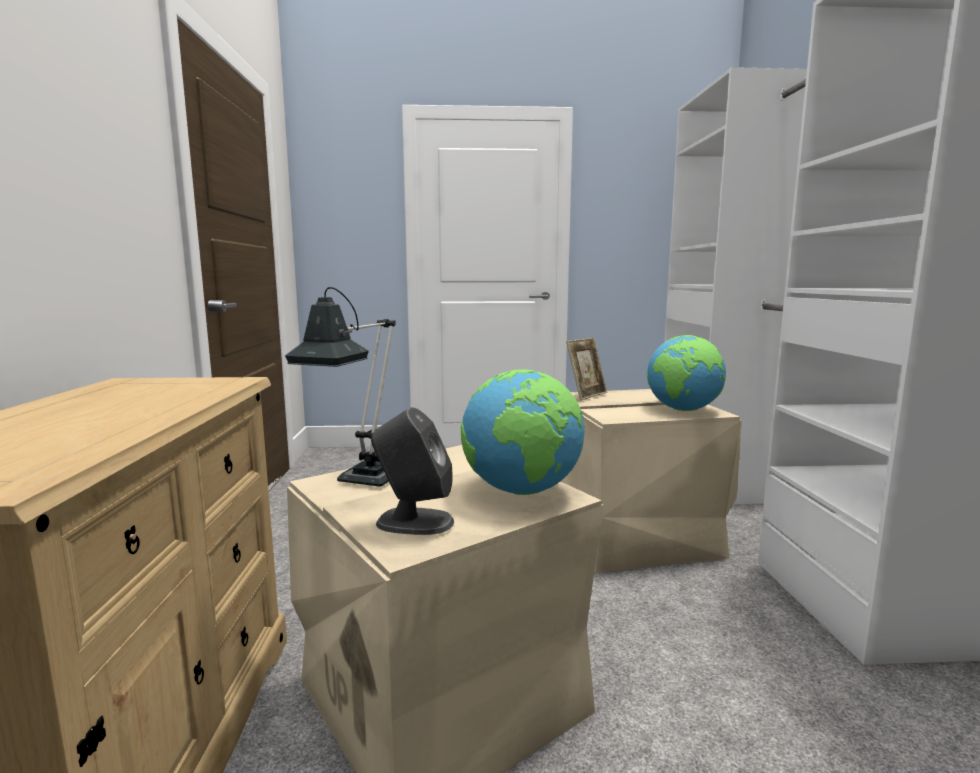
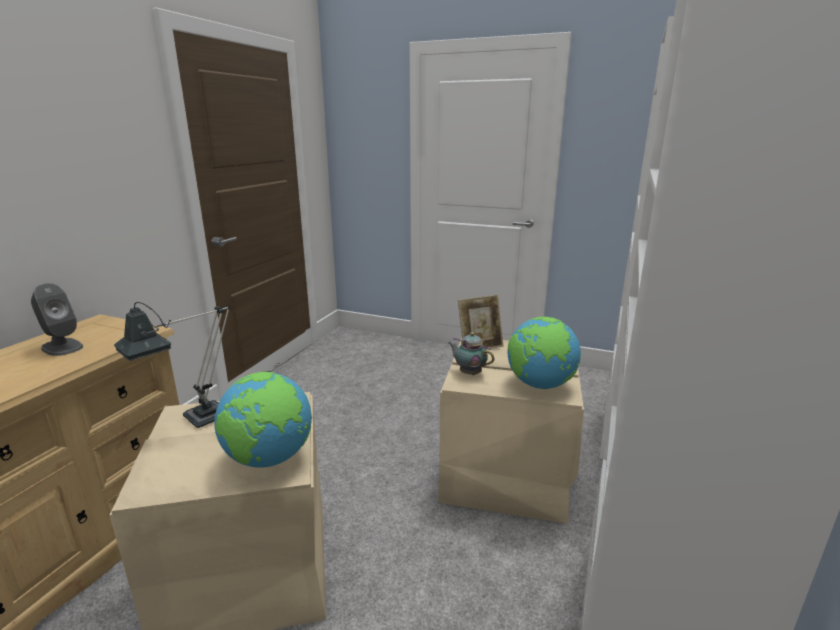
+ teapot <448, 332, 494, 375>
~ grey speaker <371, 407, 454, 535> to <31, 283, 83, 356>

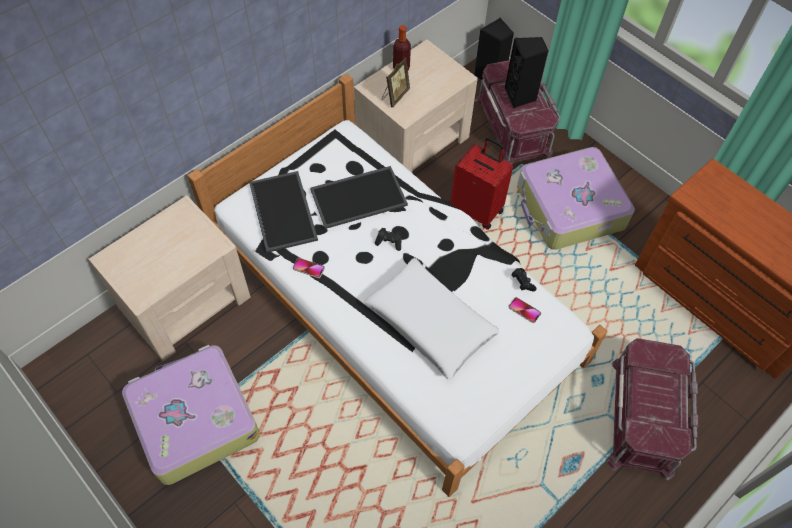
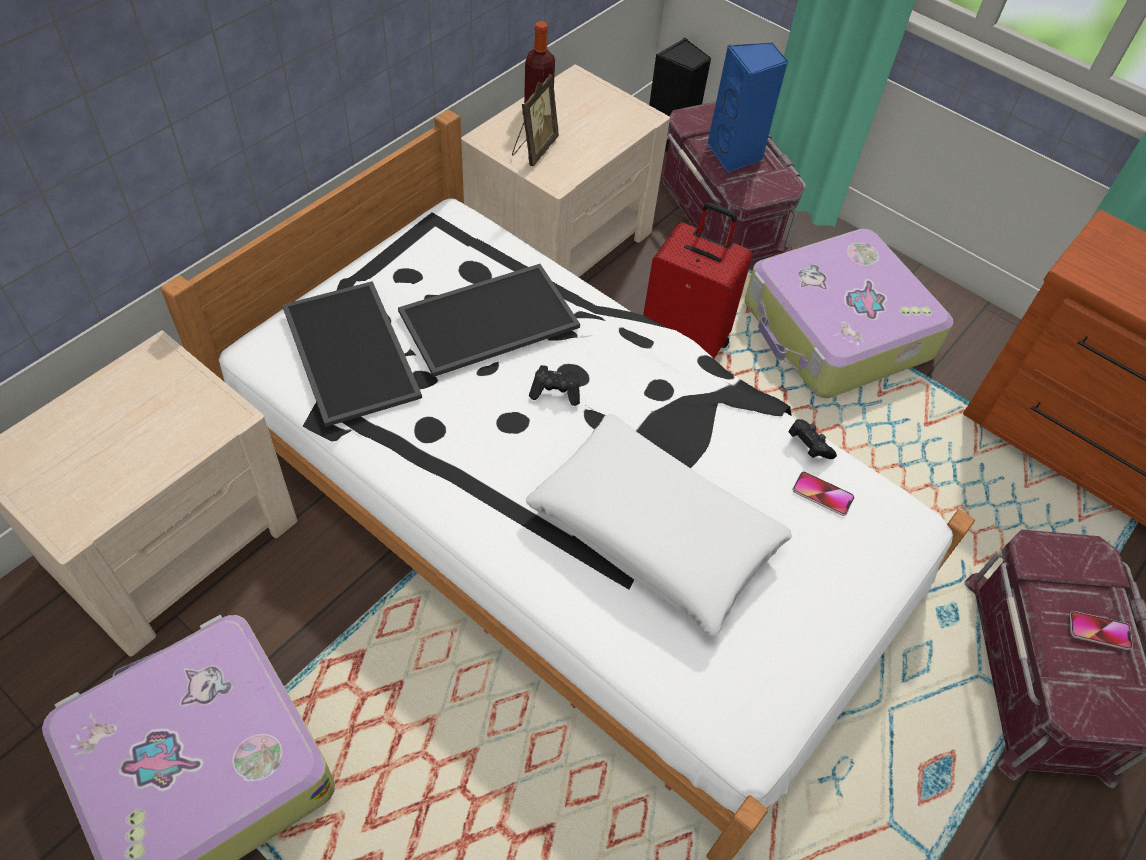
~ phone <293, 258, 325, 278> to <1069, 611, 1133, 650>
~ black speaker <505, 37, 548, 108> to blue speaker <707, 43, 788, 173>

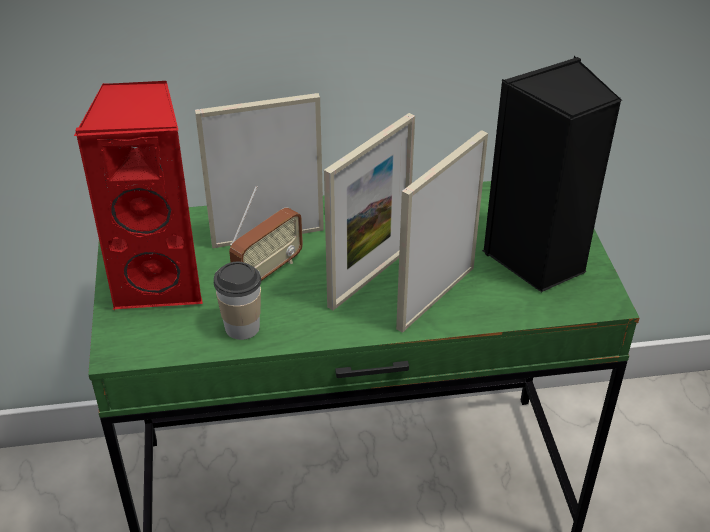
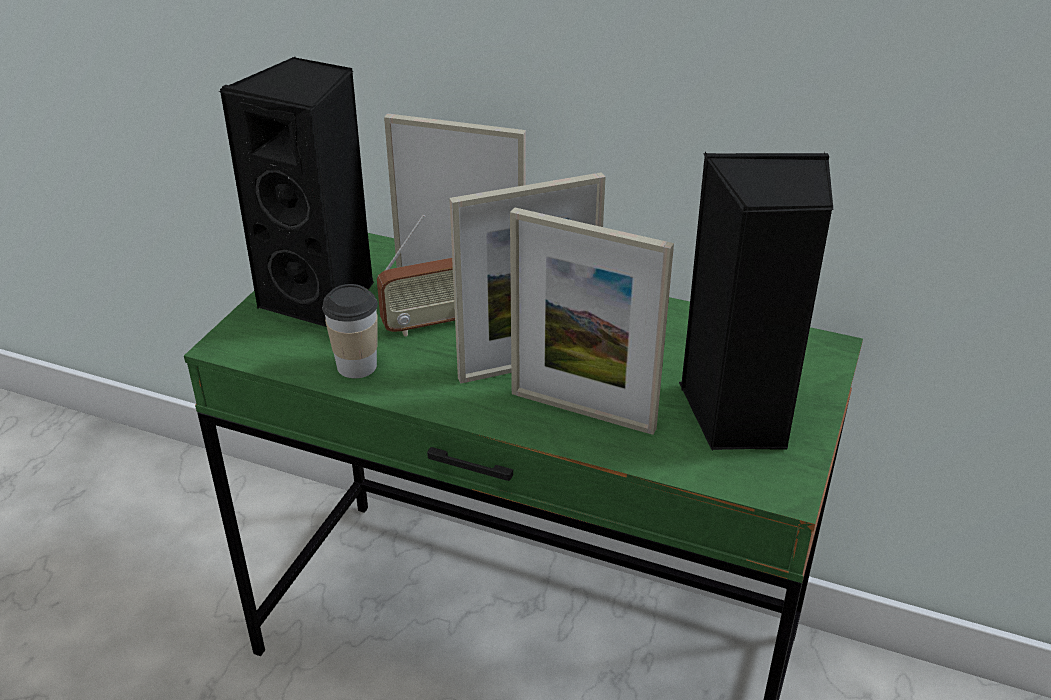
~ red speaker <74, 81, 203, 310> to black speaker <219, 56, 374, 327>
~ picture frame <396, 130, 488, 333> = <510, 207, 674, 435> 135 degrees counterclockwise

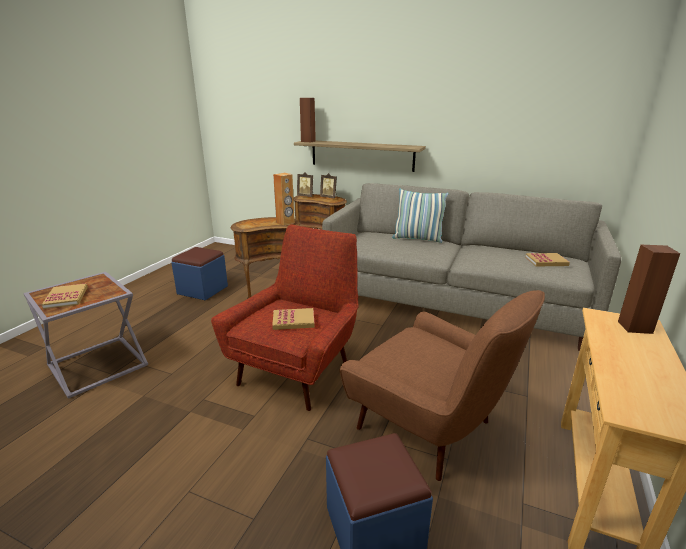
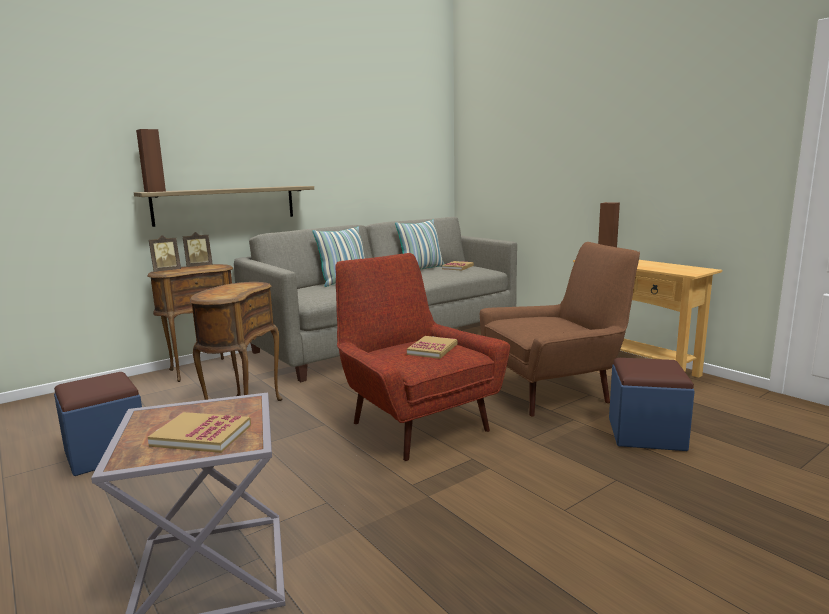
- brown speaker <273, 173, 295, 226>
+ pillow <395, 220, 444, 269>

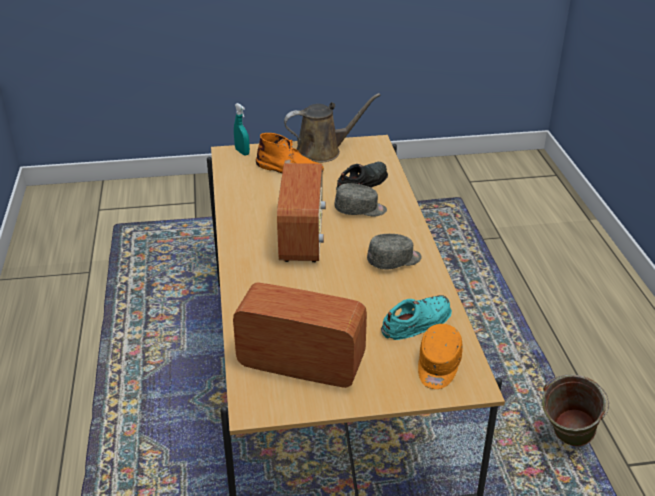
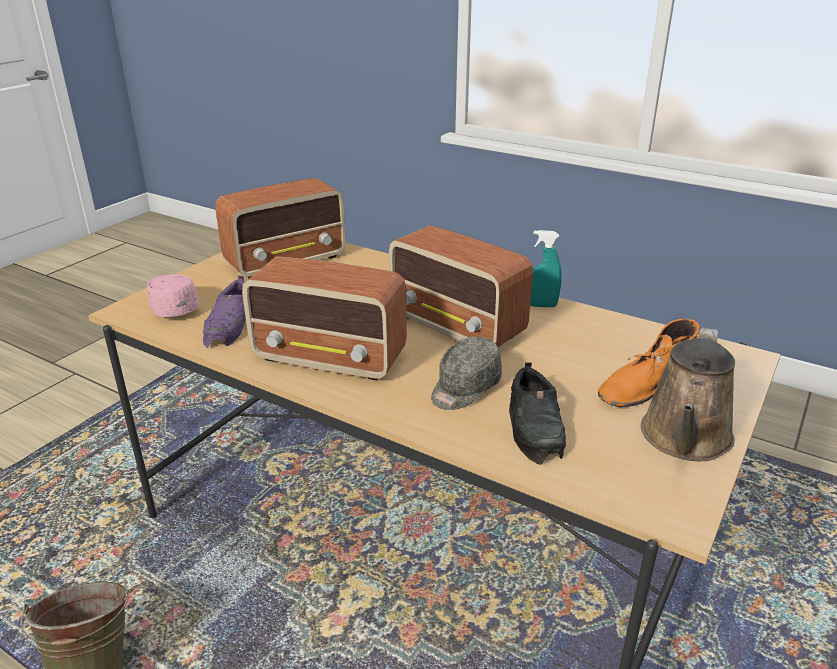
~ turquoise spray bottle <234, 103, 250, 156> to <530, 230, 562, 307>
~ grey cap <367, 234, 422, 269> to radio <242, 256, 407, 381>
~ turquoise shoe <381, 295, 452, 340> to purple shoe <203, 275, 246, 348>
~ orange cap <418, 324, 463, 389> to pink cap <147, 274, 199, 317>

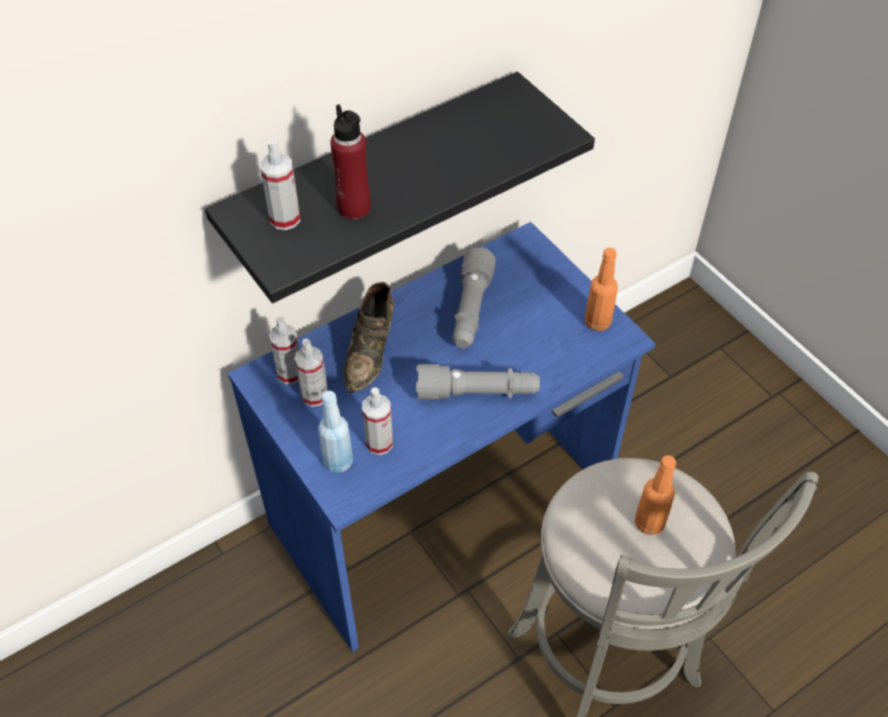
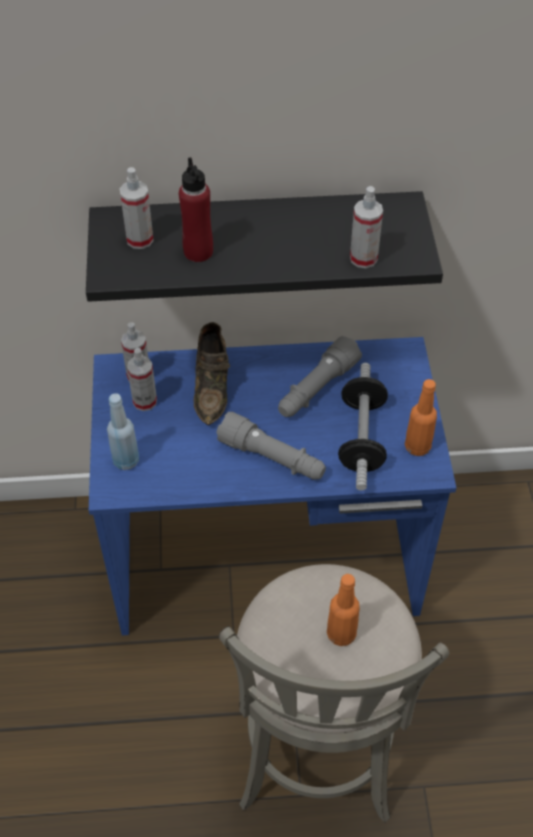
+ dumbbell <338, 363, 388, 490>
~ spray bottle <362, 387, 393, 455> to <350, 186, 383, 268>
~ brown shoe <343, 282, 394, 393> = <194, 322, 230, 425> 45 degrees counterclockwise

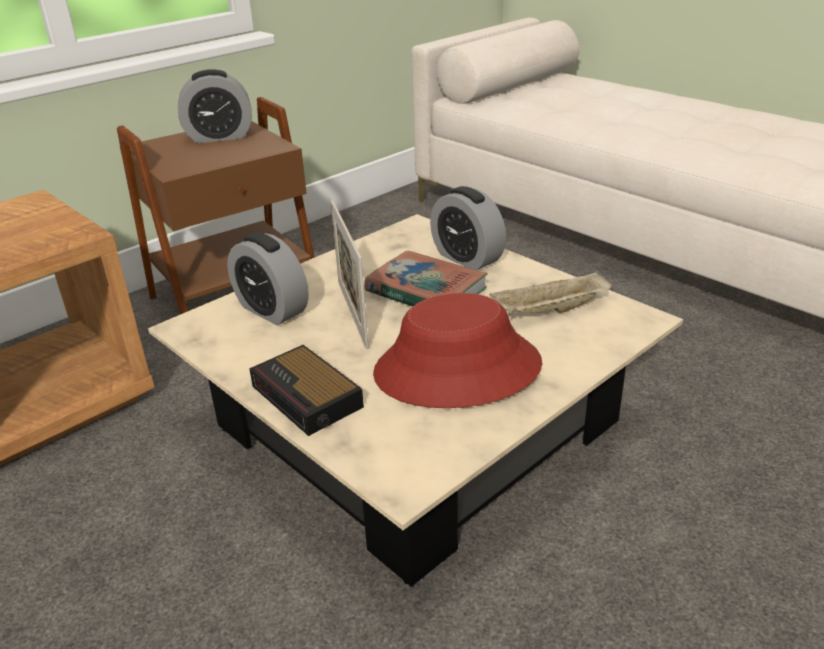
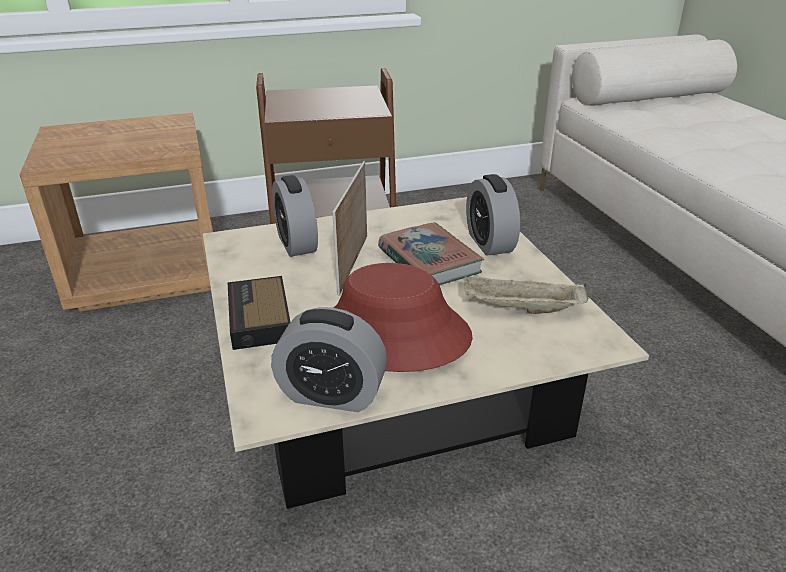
~ alarm clock <178, 69, 252, 143> to <271, 307, 387, 412>

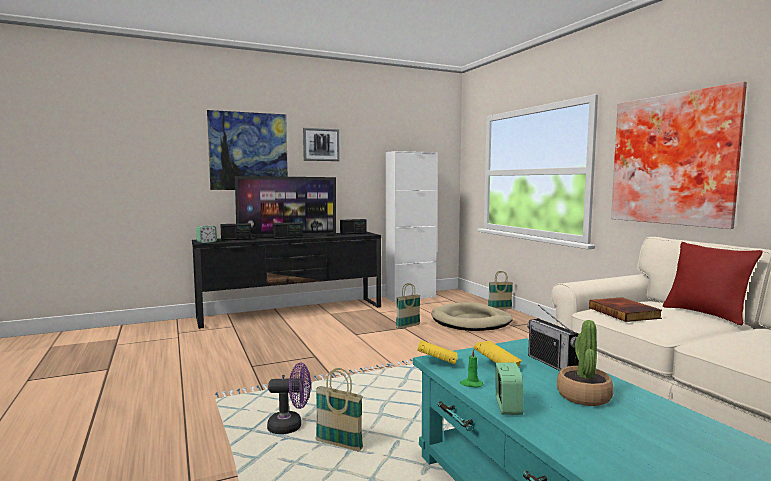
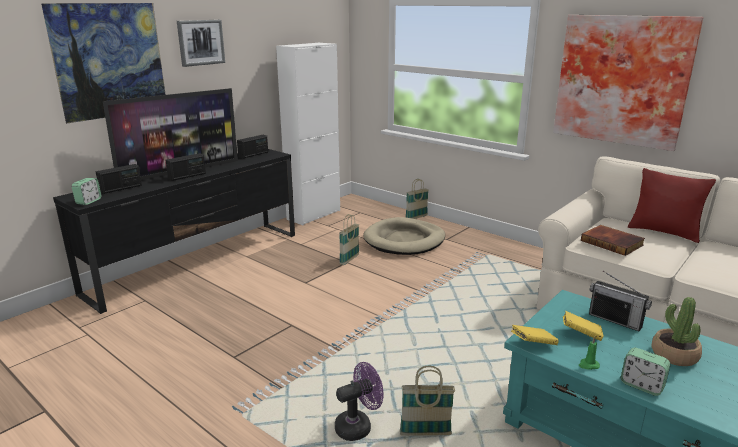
~ alarm clock <495, 363, 523, 415> = <621, 348, 671, 396> 150 degrees clockwise

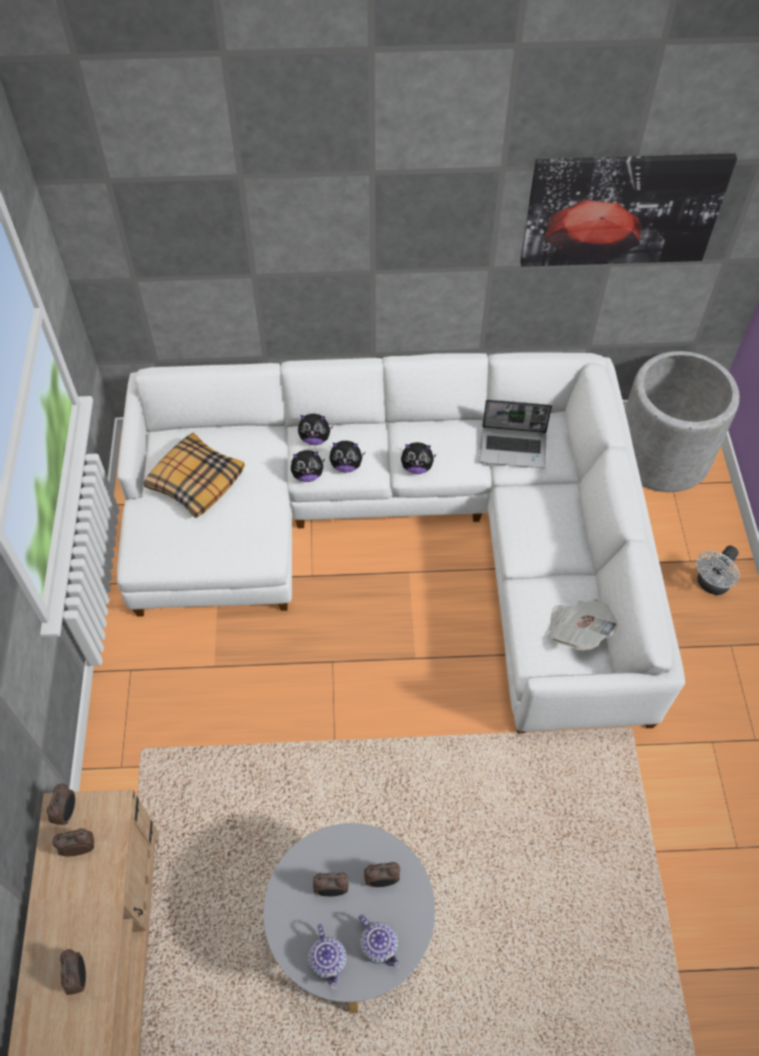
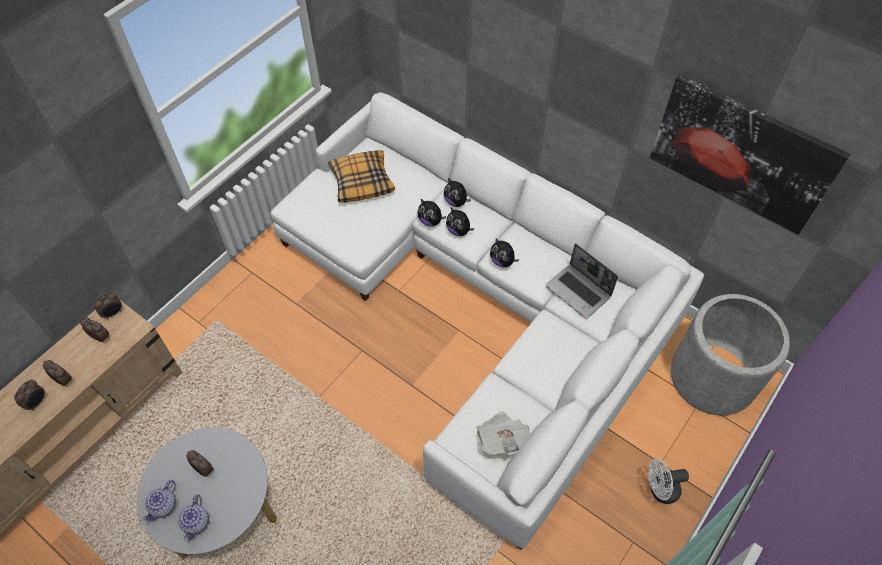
~ alarm clock <364, 862, 400, 887> to <43, 360, 72, 387>

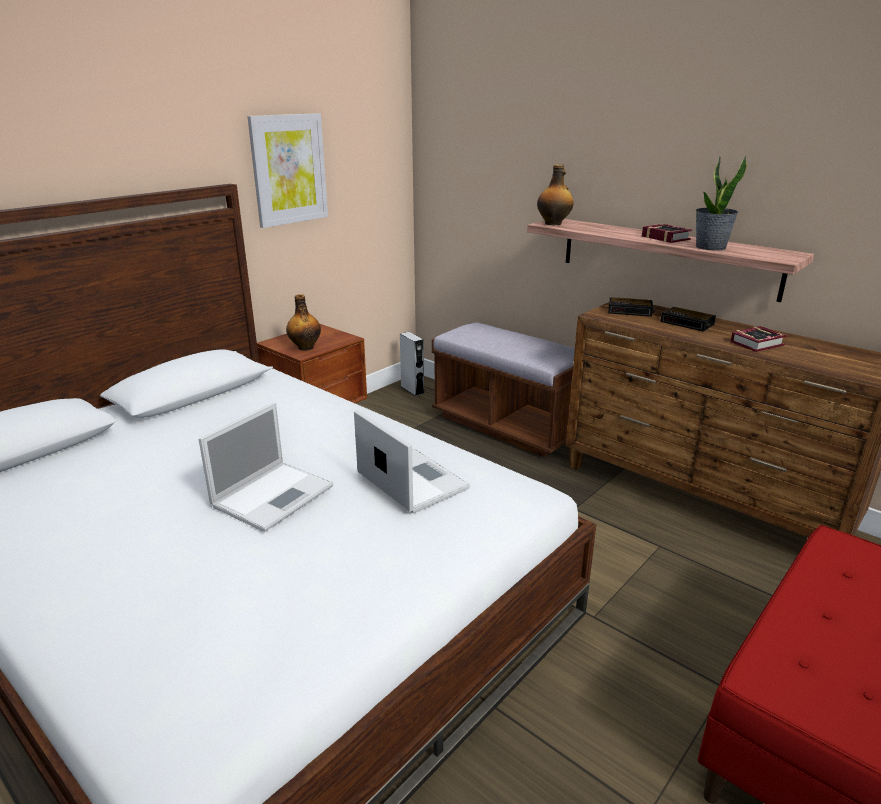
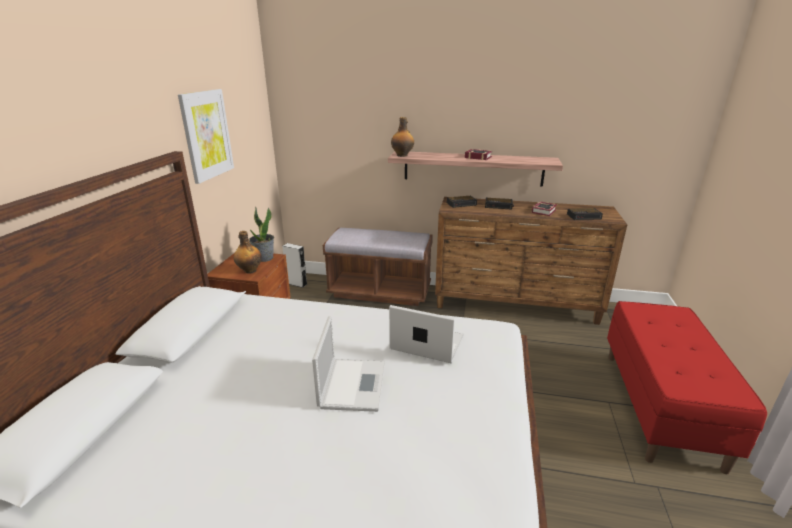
+ alarm clock <567, 208, 603, 220>
~ potted plant <696, 156, 747, 250> to <249, 207, 274, 262>

